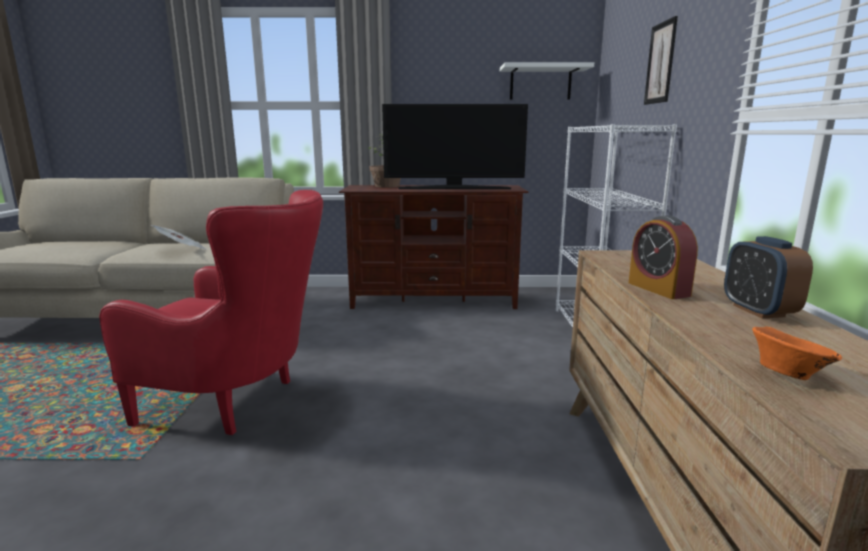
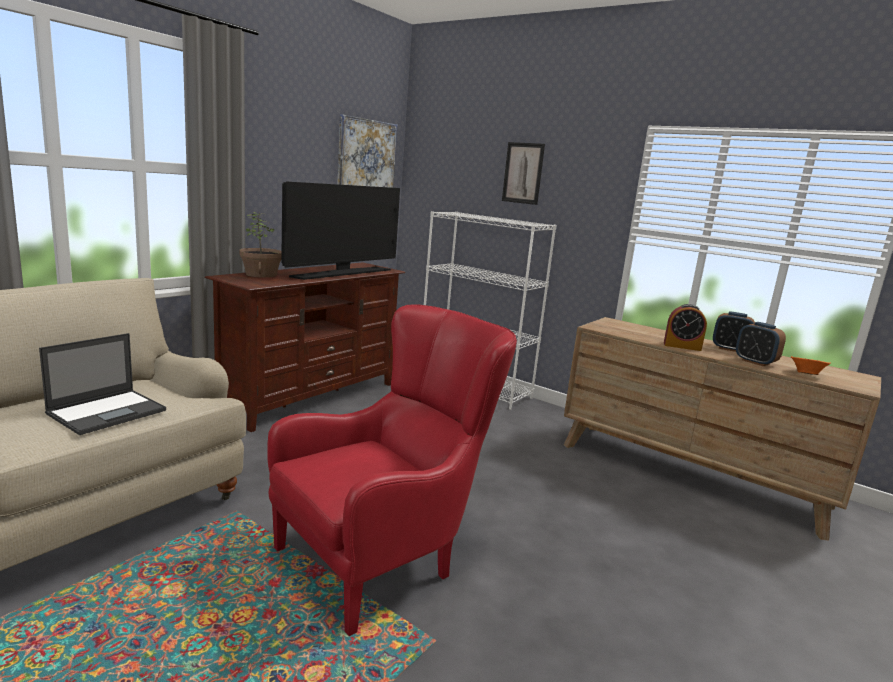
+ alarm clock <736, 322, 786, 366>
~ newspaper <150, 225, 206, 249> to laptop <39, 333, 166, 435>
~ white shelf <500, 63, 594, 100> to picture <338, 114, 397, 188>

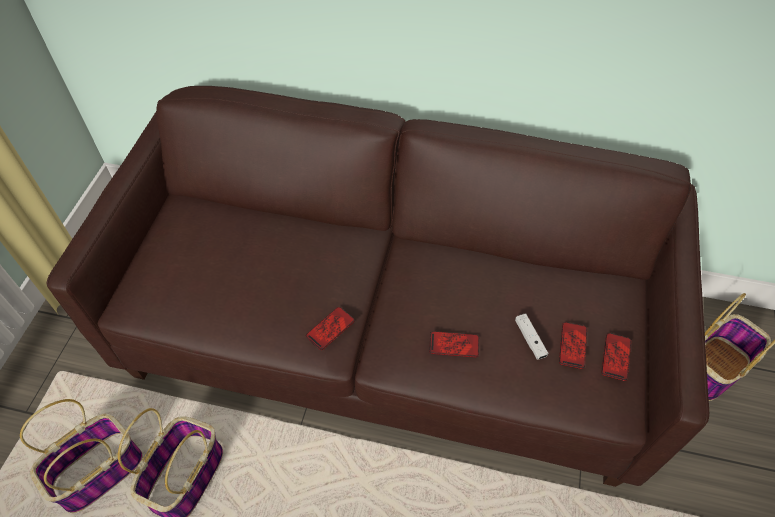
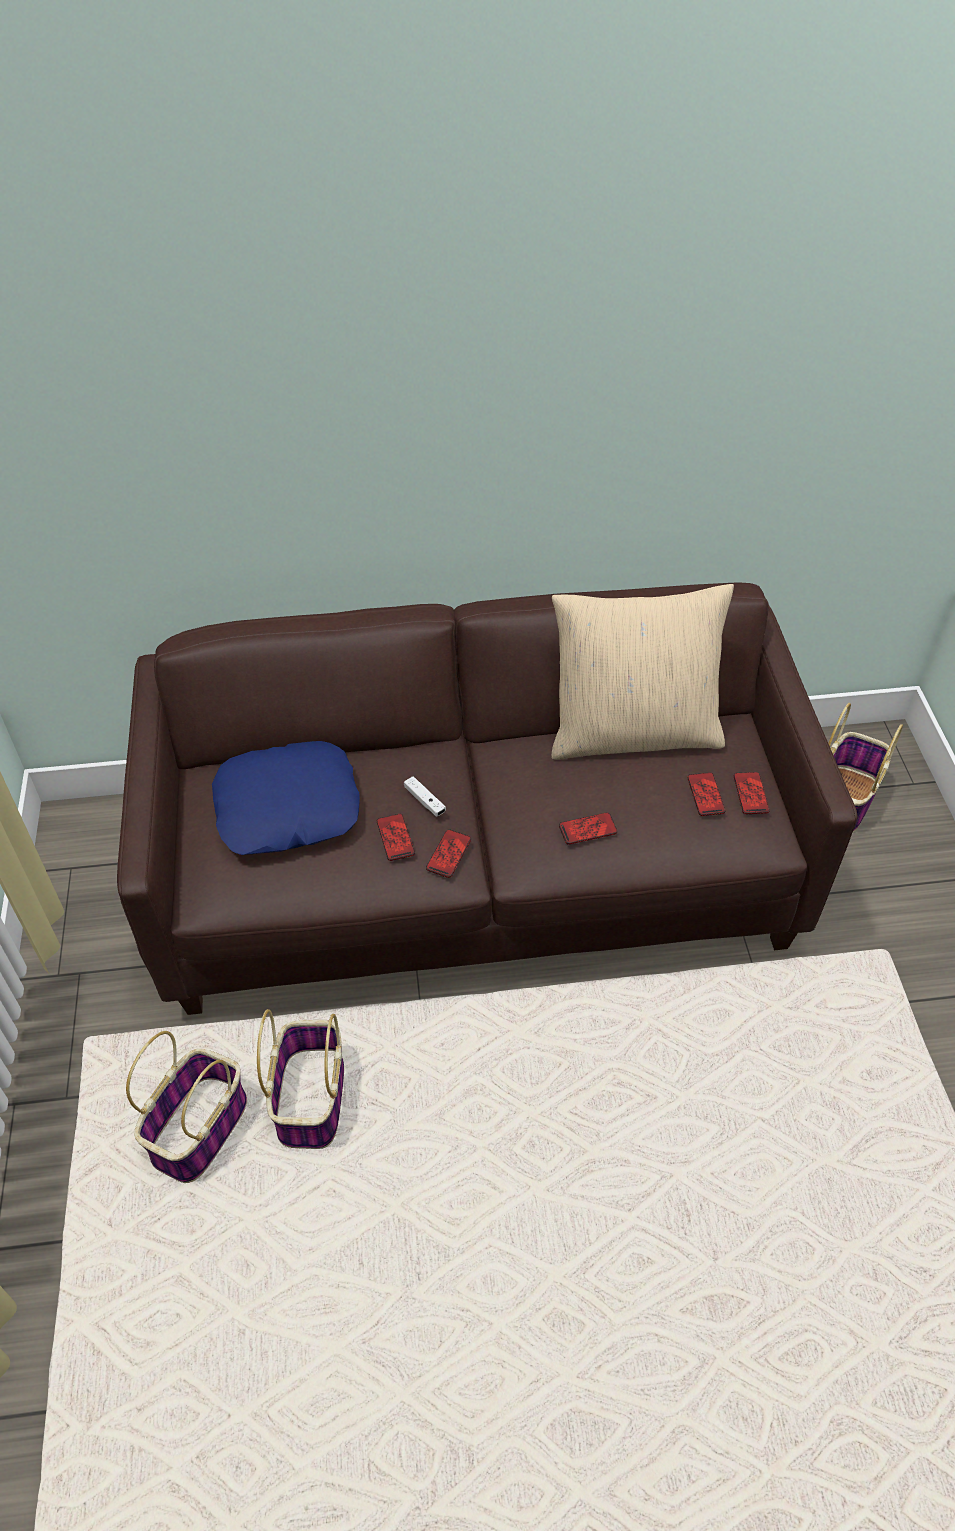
+ blue pillow <212, 741, 360, 855>
+ phone <377, 814, 415, 861>
+ beige pillow <552, 584, 734, 760>
~ white game controller <515, 314, 549, 359> to <404, 776, 446, 817>

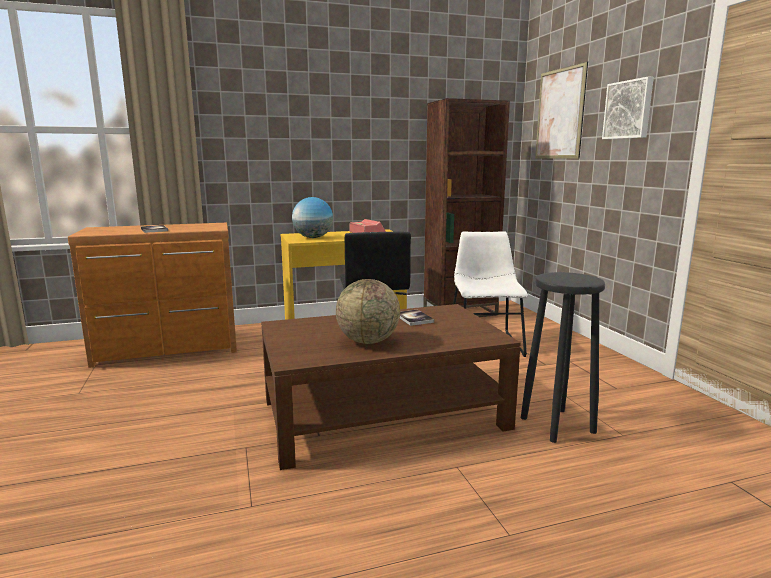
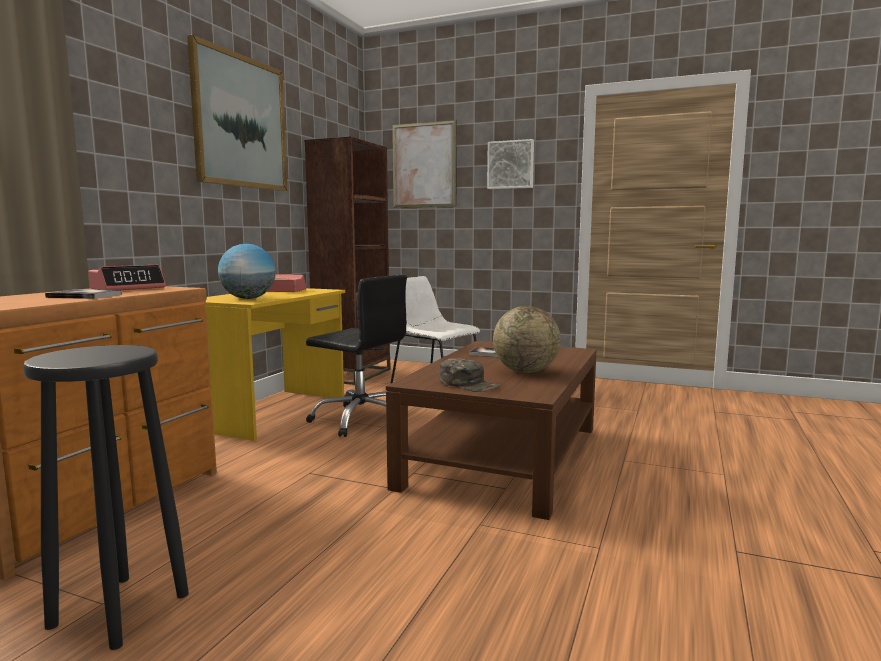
+ alarm clock <88, 265, 166, 290>
+ picture <187, 35, 287, 191>
+ green cap <440, 358, 502, 392>
~ black stool <521, 272, 605, 443> to <23, 345, 189, 650>

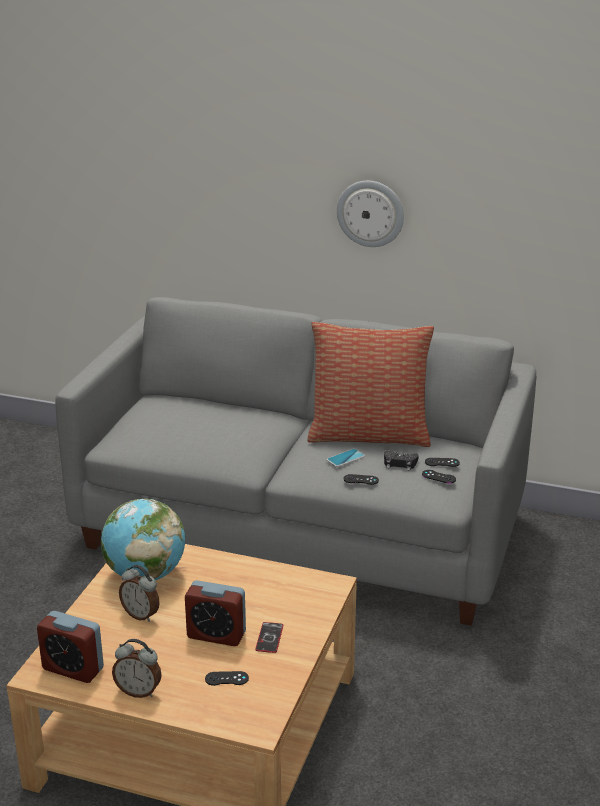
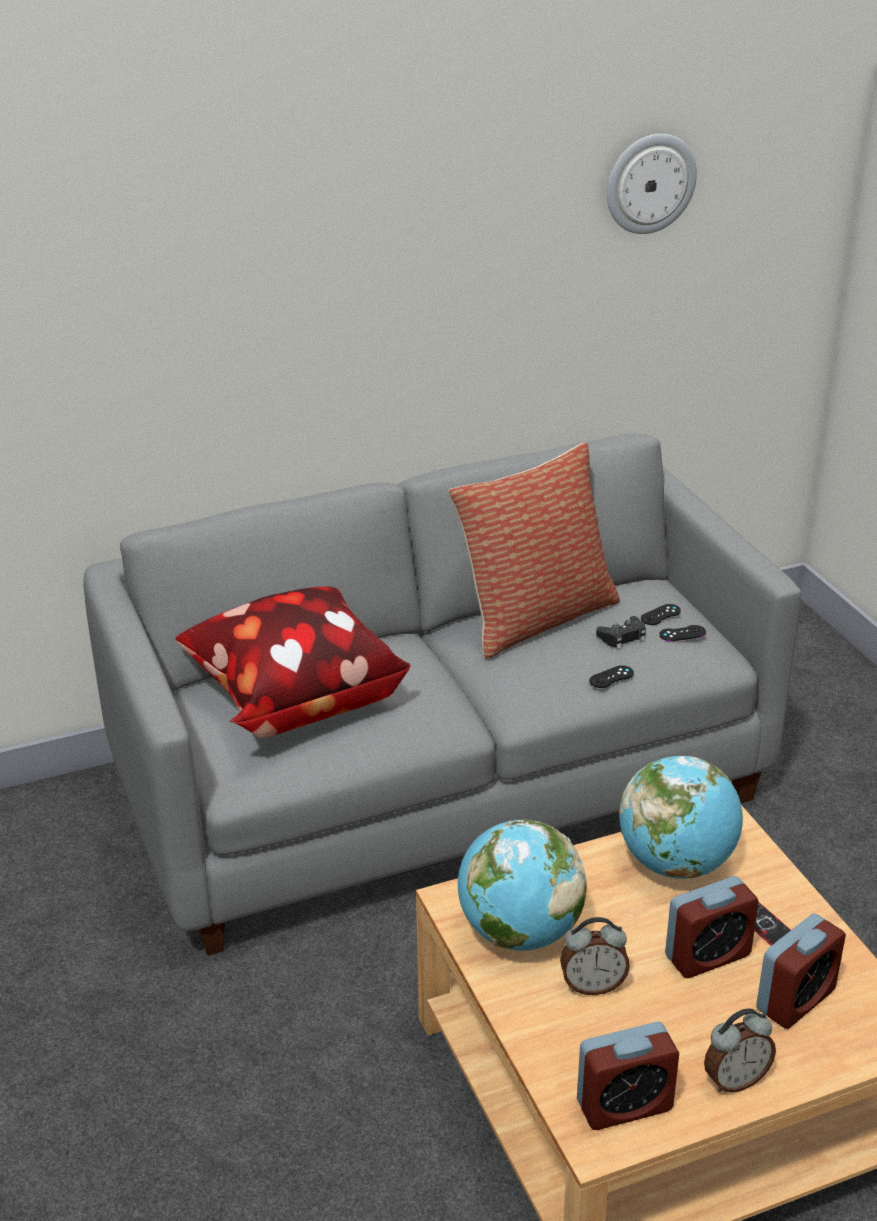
- phone <326, 449, 365, 467>
+ pillow <175, 586, 410, 738>
+ globe <619, 756, 743, 879>
~ wall clock <337, 181, 404, 247> to <607, 134, 697, 234>
~ black game controller <205, 671, 249, 686> to alarm clock <756, 914, 846, 1029>

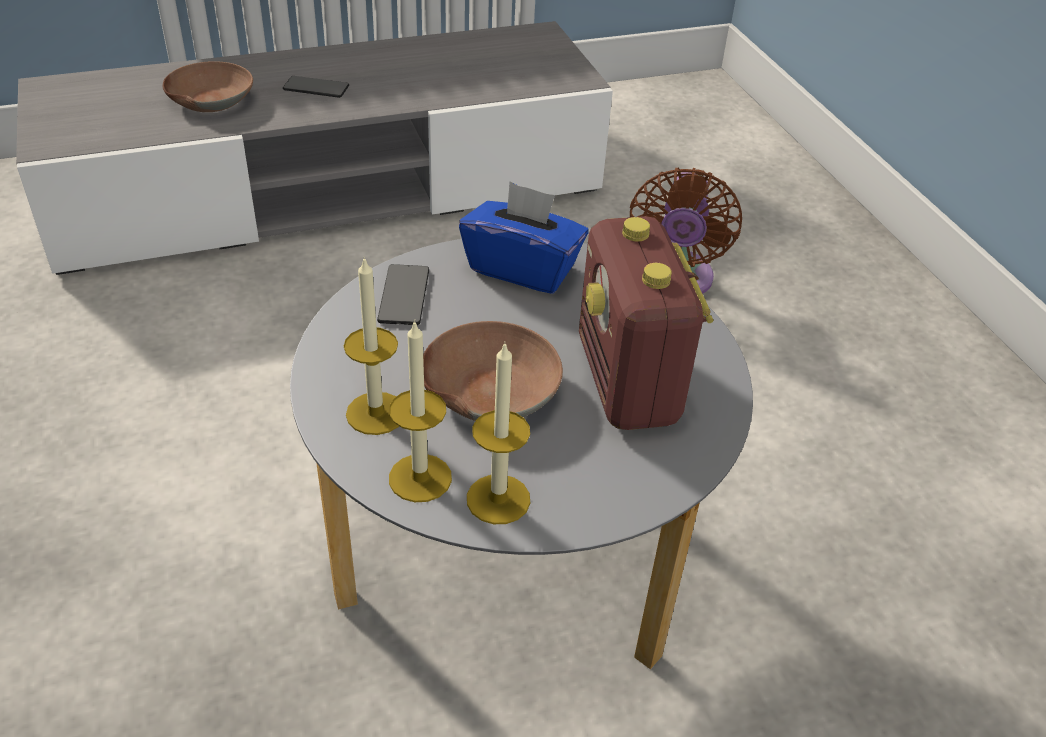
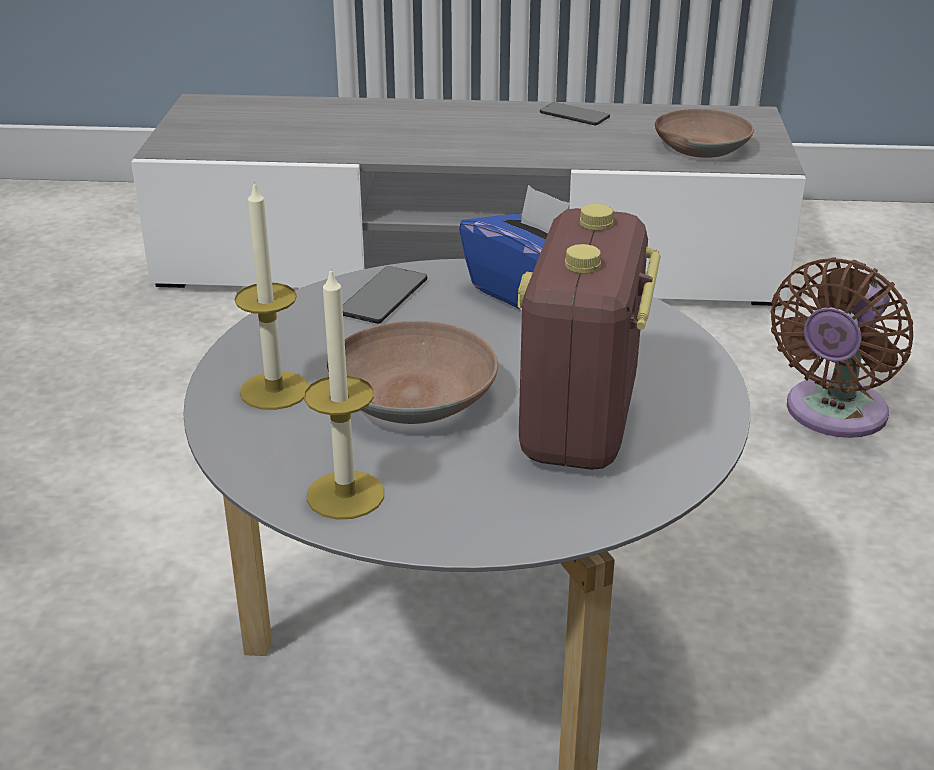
- candle <389, 319, 452, 502>
~ brown bowl <162, 61, 253, 112> to <655, 109, 754, 158>
~ phone <283, 76, 349, 98> to <540, 102, 610, 125>

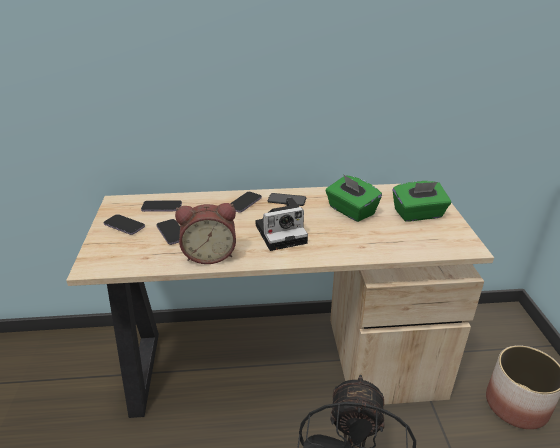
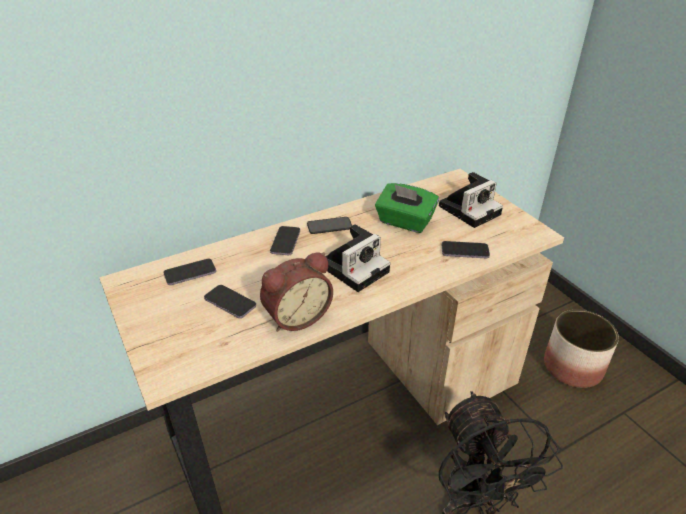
~ phone <104, 214, 145, 235> to <442, 241, 490, 258>
~ green tissue box <393, 181, 451, 222> to photo camera <439, 172, 503, 228>

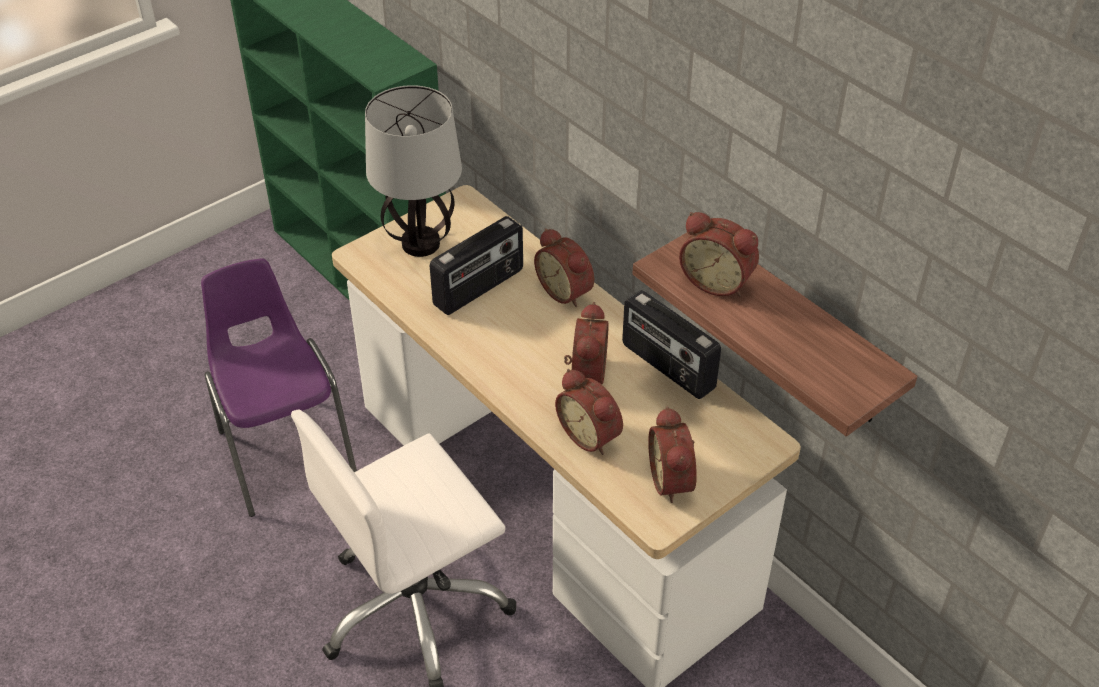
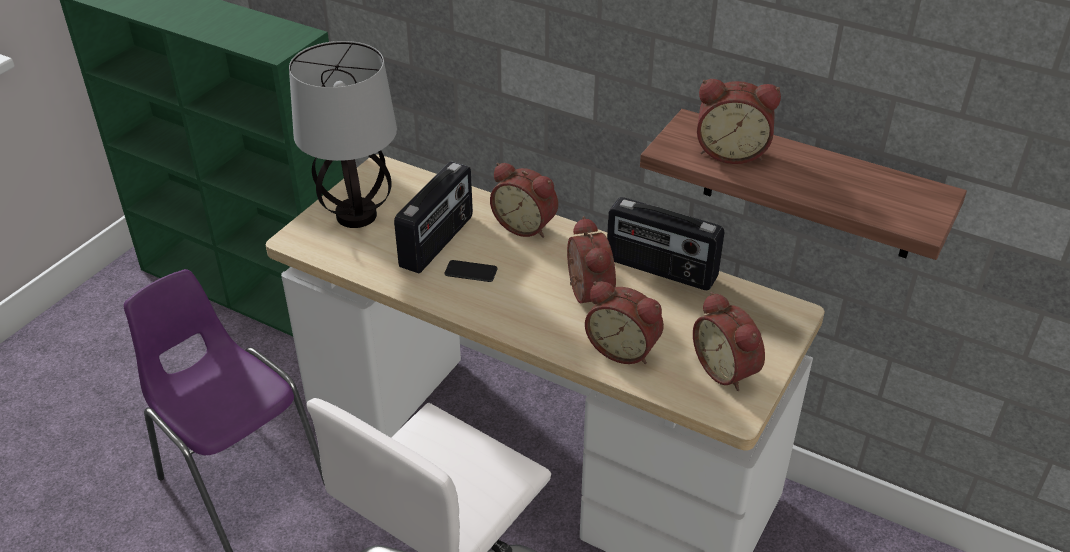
+ phone <444, 260, 498, 282>

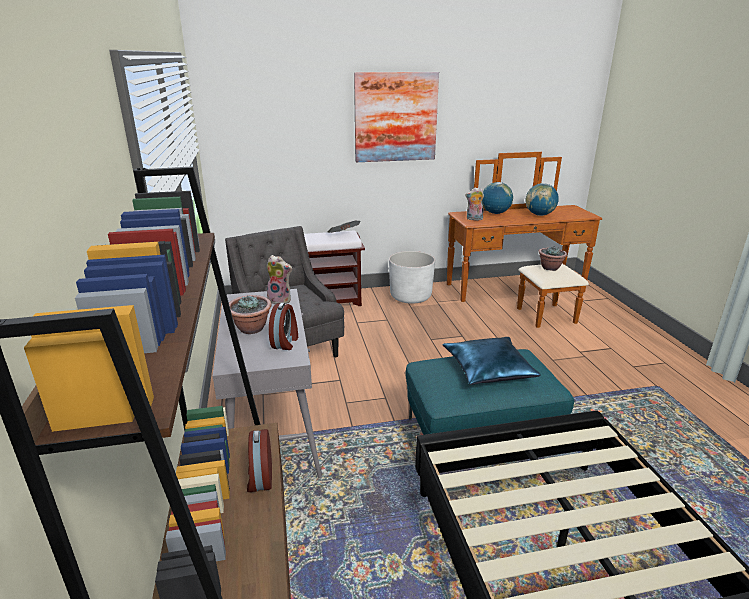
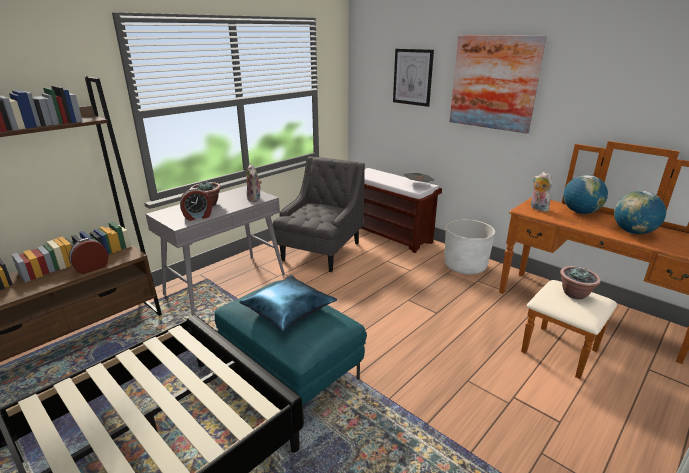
+ picture <393, 49, 434, 107>

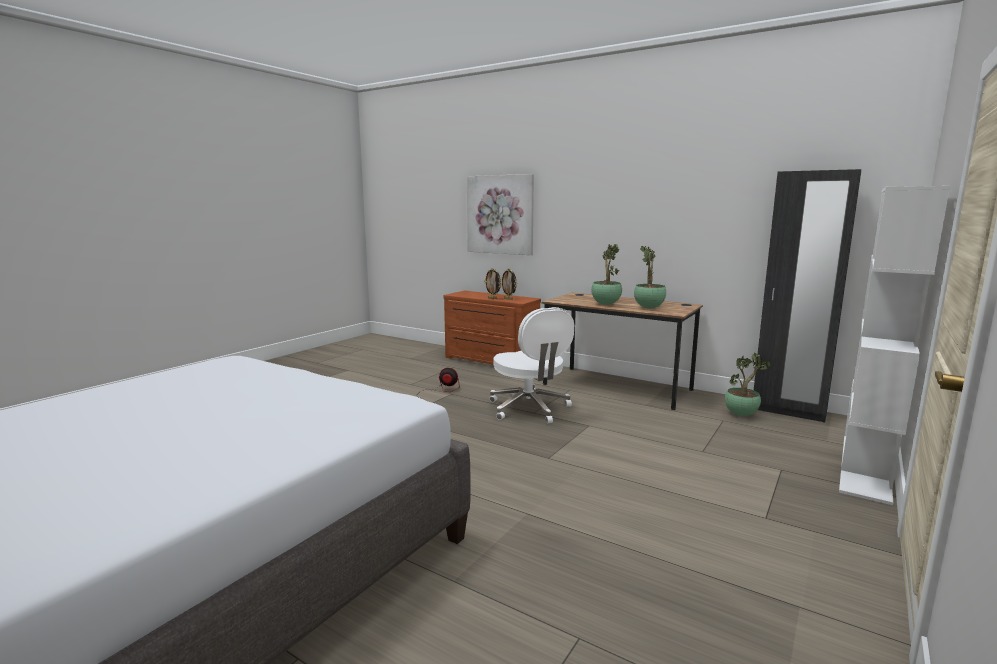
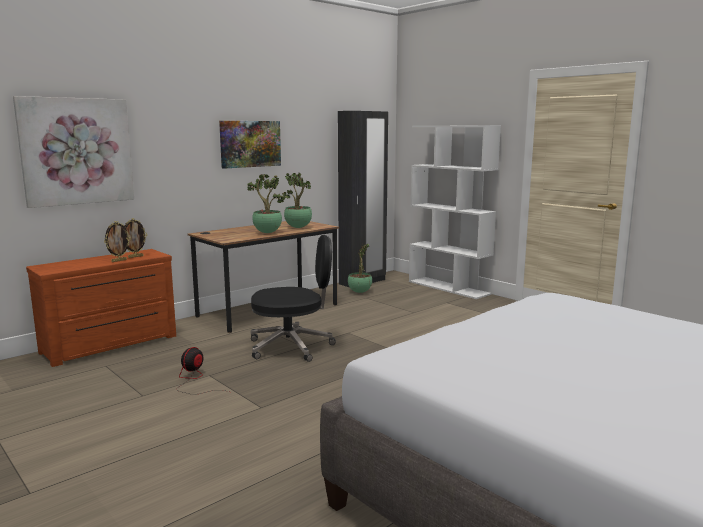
+ picture <219, 121, 281, 169>
~ white office chair <489, 307, 574, 423> to black office chair <251, 235, 336, 362>

